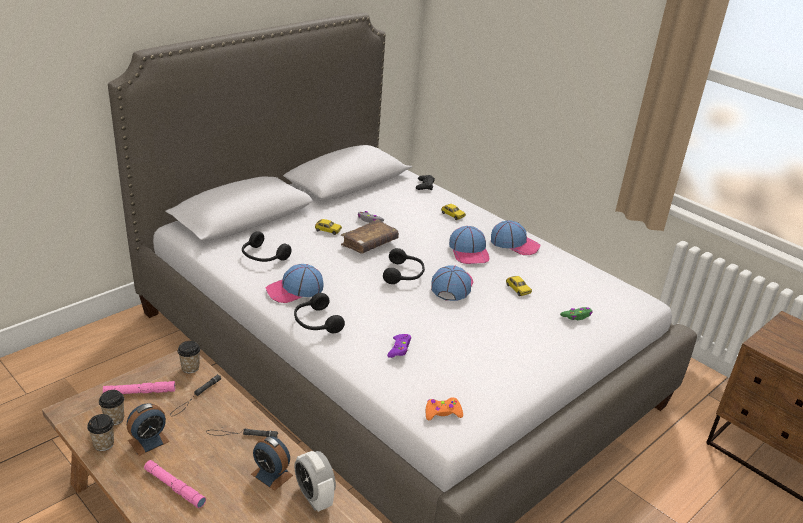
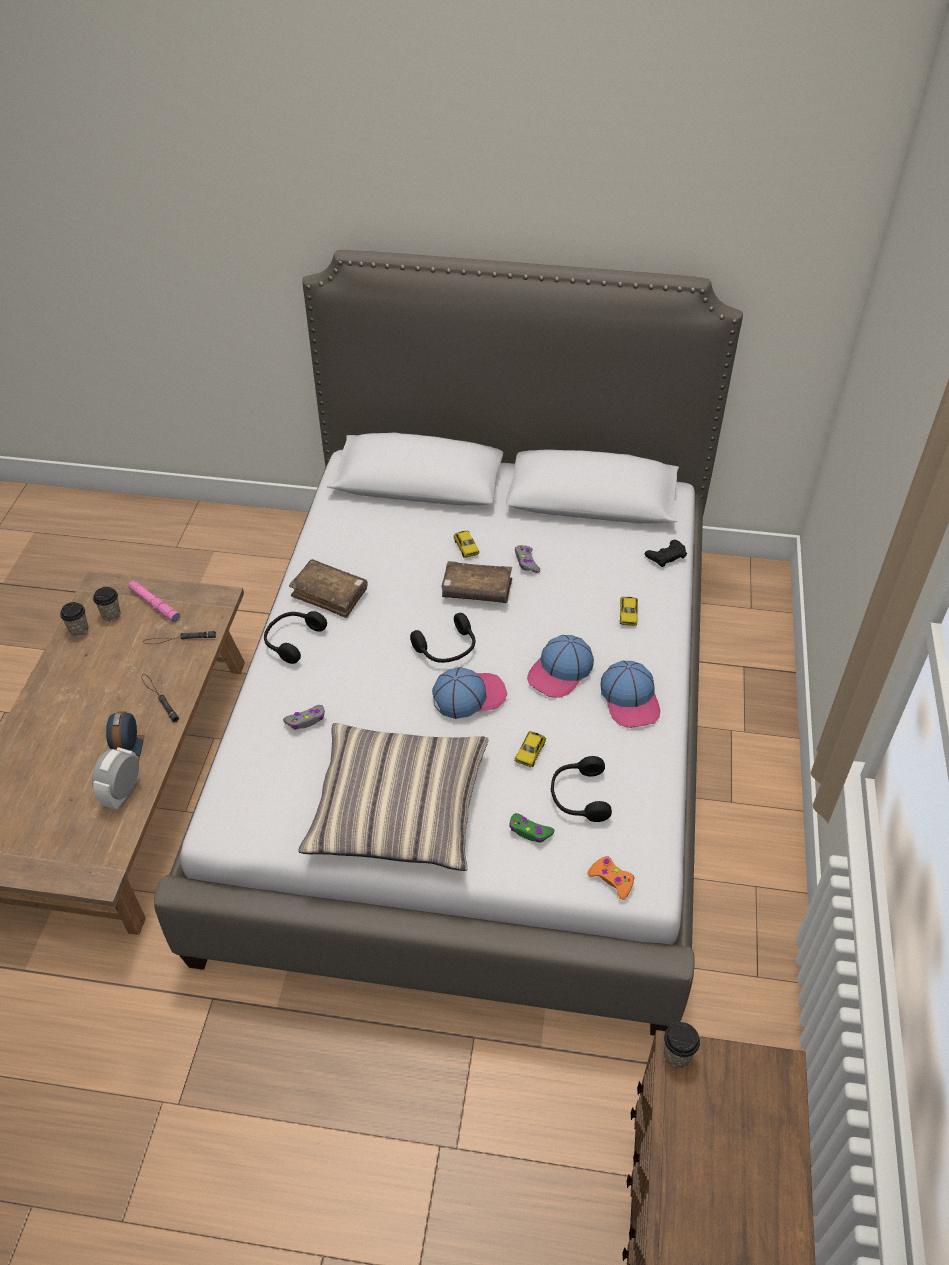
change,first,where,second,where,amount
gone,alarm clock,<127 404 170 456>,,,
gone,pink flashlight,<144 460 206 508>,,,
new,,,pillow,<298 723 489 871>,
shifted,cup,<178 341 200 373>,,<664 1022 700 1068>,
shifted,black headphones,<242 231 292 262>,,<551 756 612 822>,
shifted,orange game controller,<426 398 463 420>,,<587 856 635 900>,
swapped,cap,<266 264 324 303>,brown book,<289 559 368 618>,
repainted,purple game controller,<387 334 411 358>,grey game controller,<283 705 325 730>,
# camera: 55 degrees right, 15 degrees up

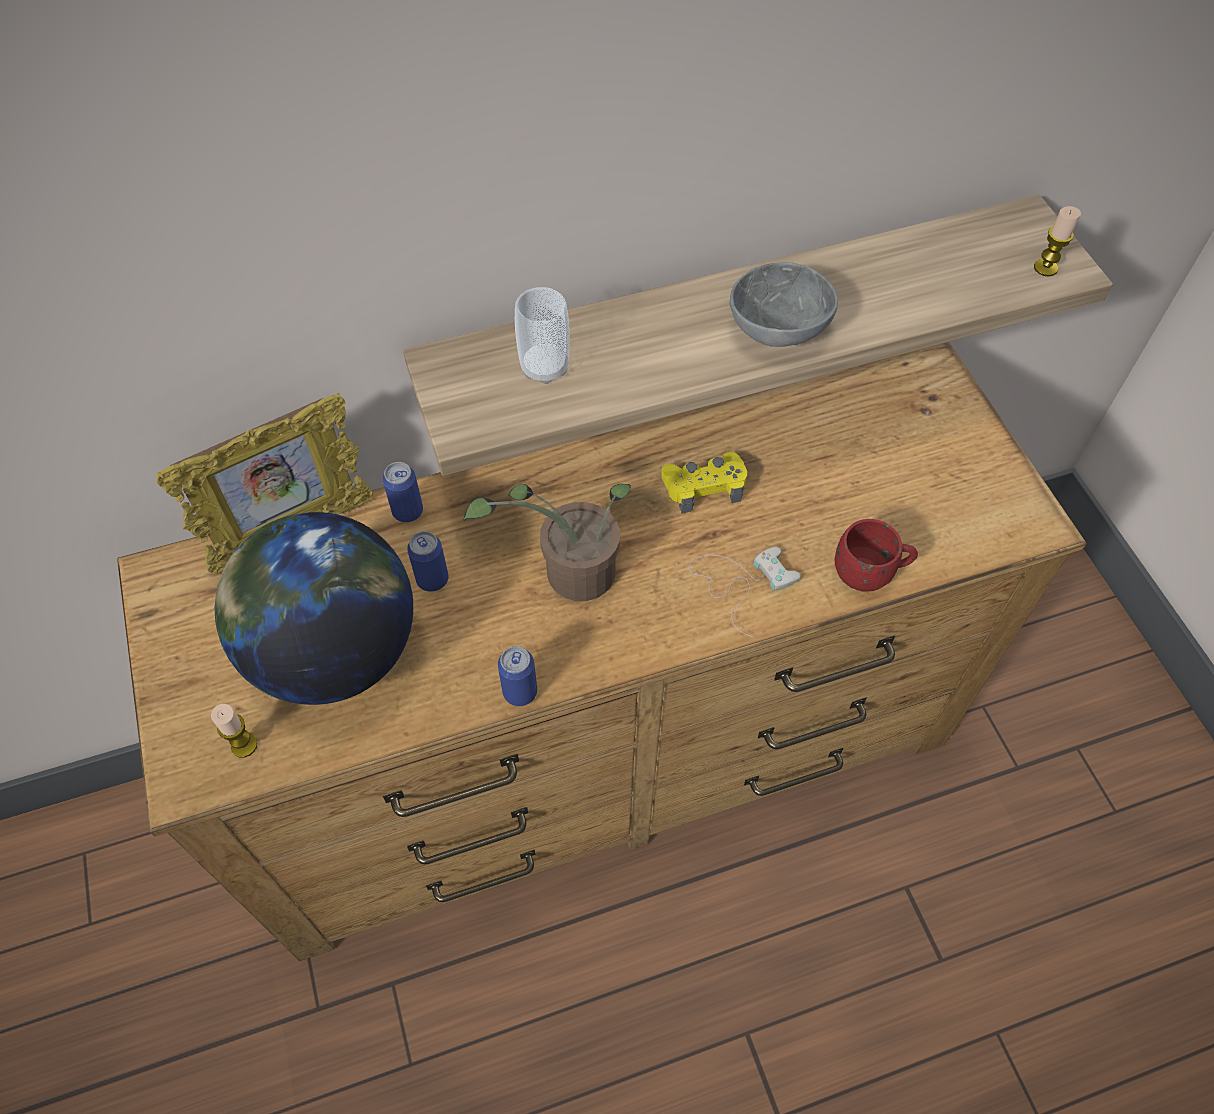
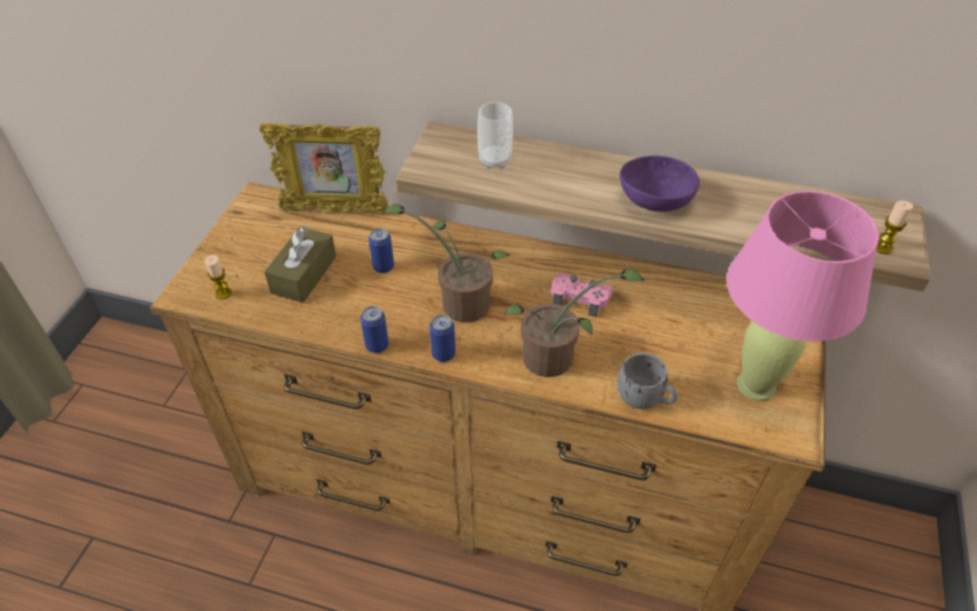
change,first,where,second,where,amount
new,,,pink table lamp,<727 191 879 401>,
shifted,can,<382 462 423 522>,,<430 314 456 362>,
swapped,globe,<215 512 413 705>,brown tissue box,<264 226 336 303>,
swapped,white game controller,<689 547 801 637>,potted plant,<504 269 645 377>,
repainted,yellow game controller,<661 452 747 513>,pink game controller,<551 273 613 317>,
repainted,grey bowl,<730 262 838 347>,purple bowl,<620 155 700 212>,
repainted,red mug,<835 519 918 592>,grey mug,<617 353 678 409>,
# camera: 35 degrees right, 10 degrees down

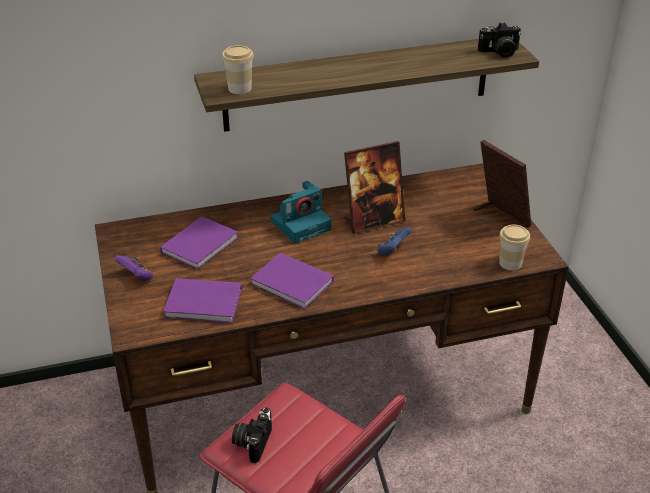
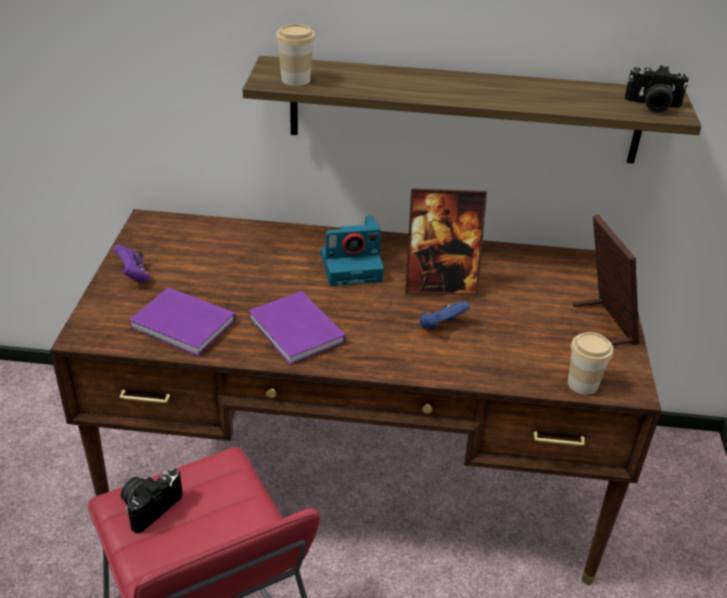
change,first,where,second,where,amount
gone,purple book,<160 216 238 270>,,,
# camera: 20 degrees right, 0 degrees up

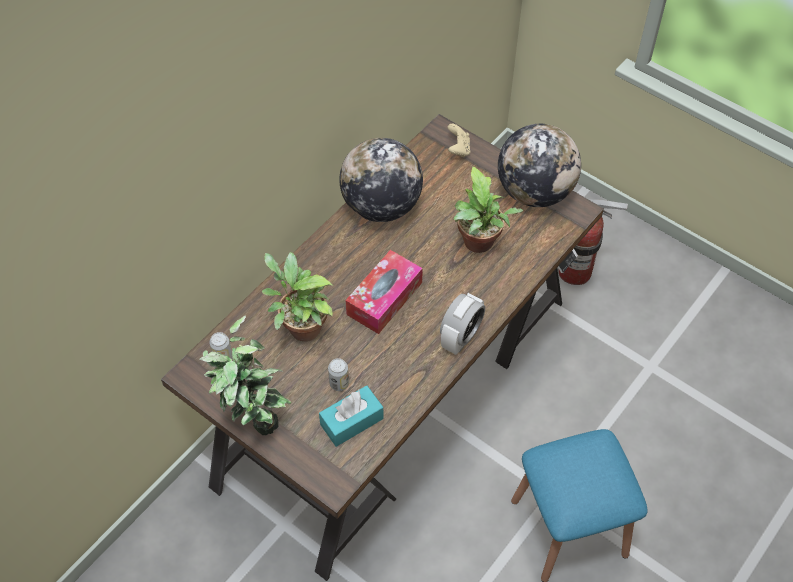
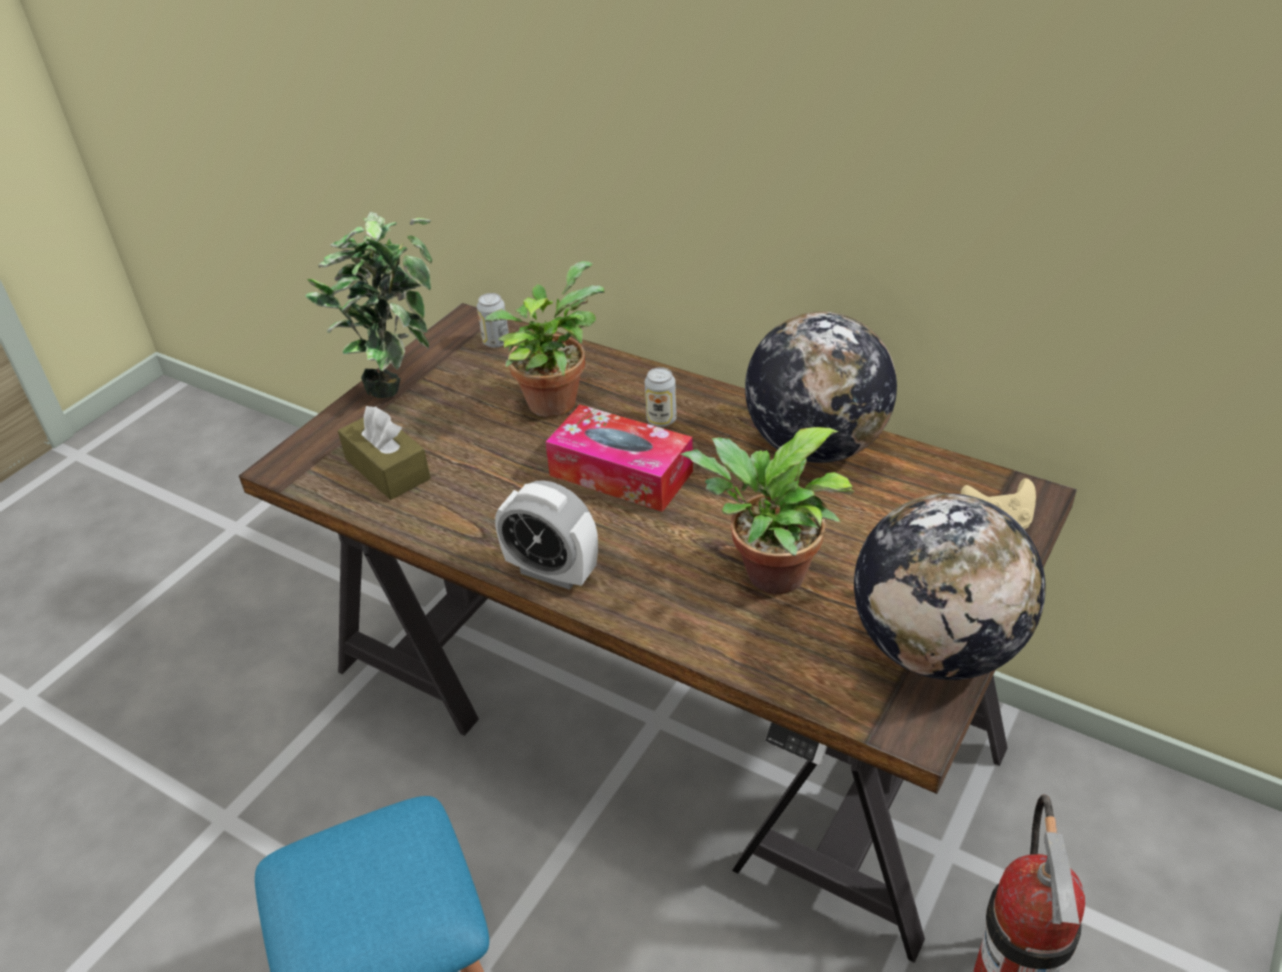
change,first,where,second,where,amount
shifted,can,<328 358 349 391>,,<645 367 677 427>,
repainted,turquoise tissue box,<319 385 384 447>,brown tissue box,<338 406 431 500>,
# camera: 85 degrees right, 15 degrees down

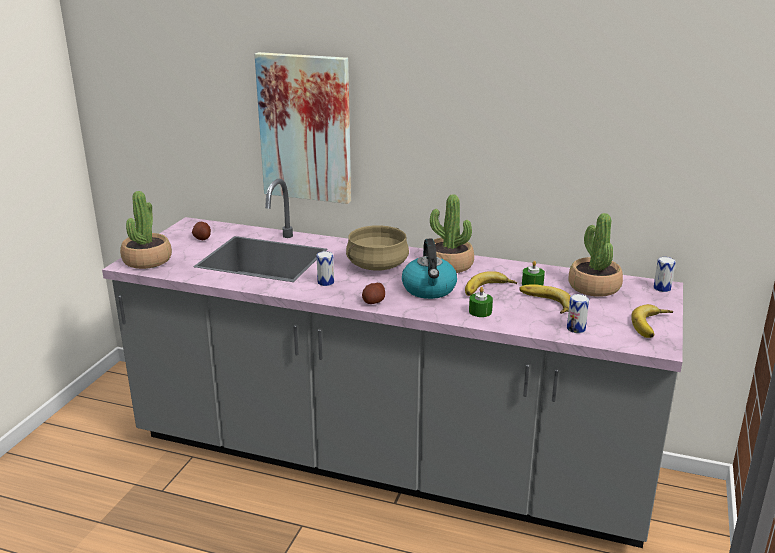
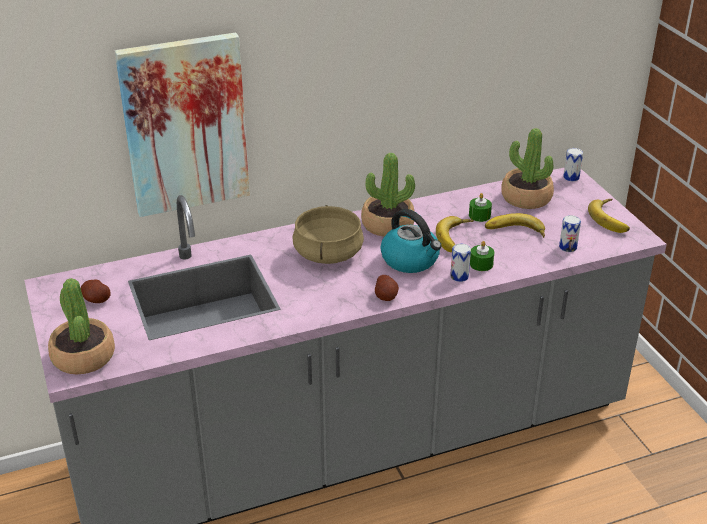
change,first,where,second,where,amount
shifted,can,<317 251 334 286>,,<450 243 471 282>,
# camera: 40 degrees left, 10 degrees up

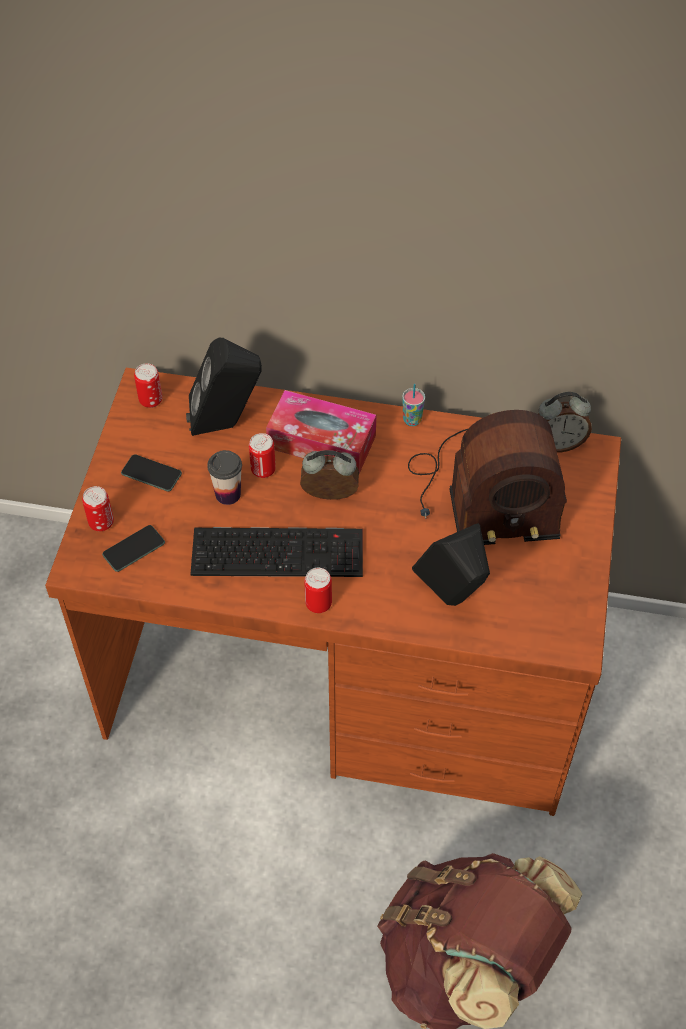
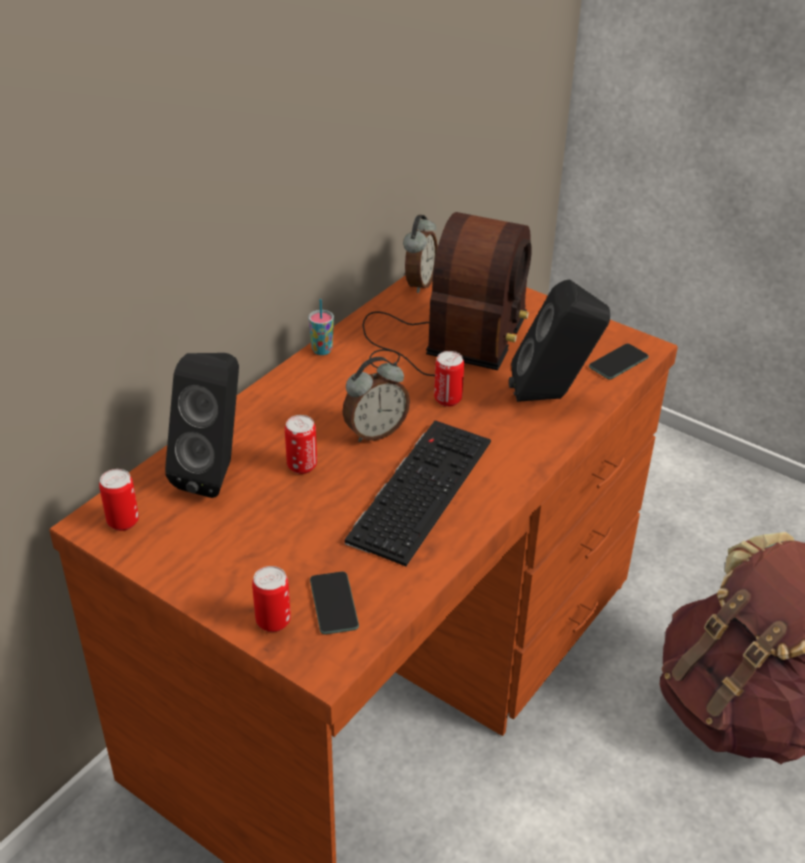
change,first,where,second,where,amount
gone,cup,<207 450 242 505>,,,
gone,tissue box,<266 390 376 474>,,,
shifted,phone,<121 454 182 492>,,<589 344 649 379>,
shifted,can,<304 568 332 613>,,<434 351 464 407>,
rotated,alarm clock,<300 450 359 500>,,<342 357 410 442>,150 degrees counterclockwise
# camera: 65 degrees left, 15 degrees down

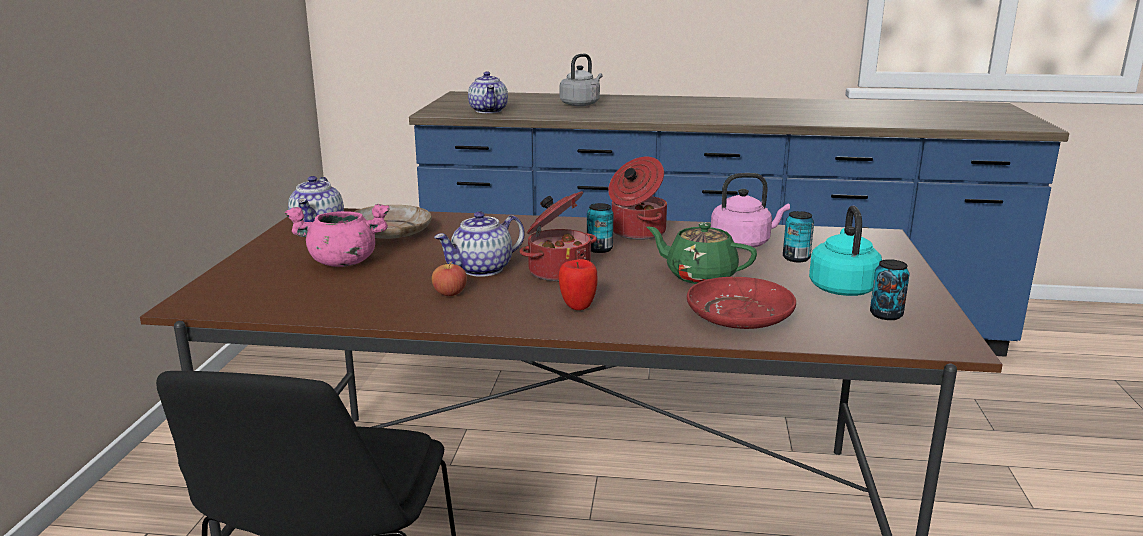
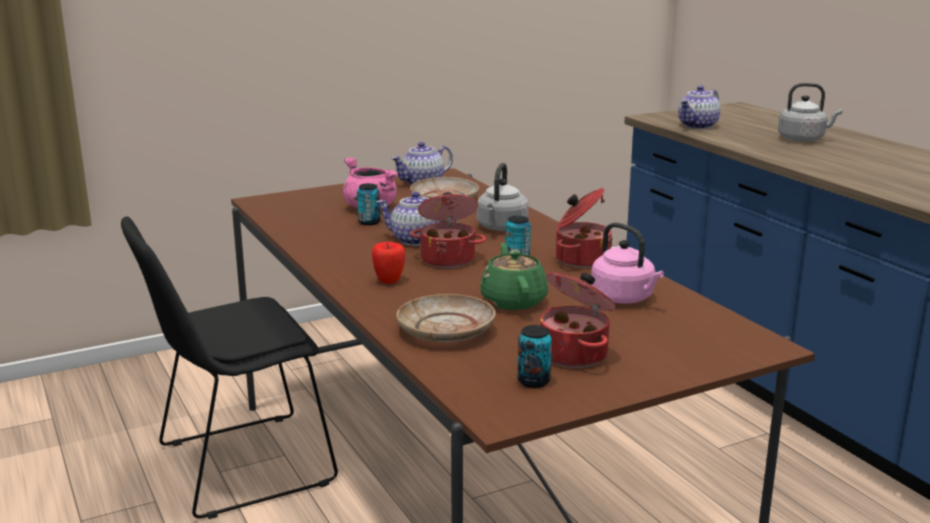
change,first,where,second,where,amount
gone,apple,<432 261 467 296>,,,
new,,,grey kettle,<477 163 529 231>,
shifted,can,<783 211 814 262>,,<357 183 380 225>,
swapped,turquoise kettle,<809 206 882 296>,cooking pot,<540 272 616 368>,
repainted,red plate,<687 277 796 329>,beige plate,<396 294 496 342>,
# camera: 55 degrees right, 0 degrees up

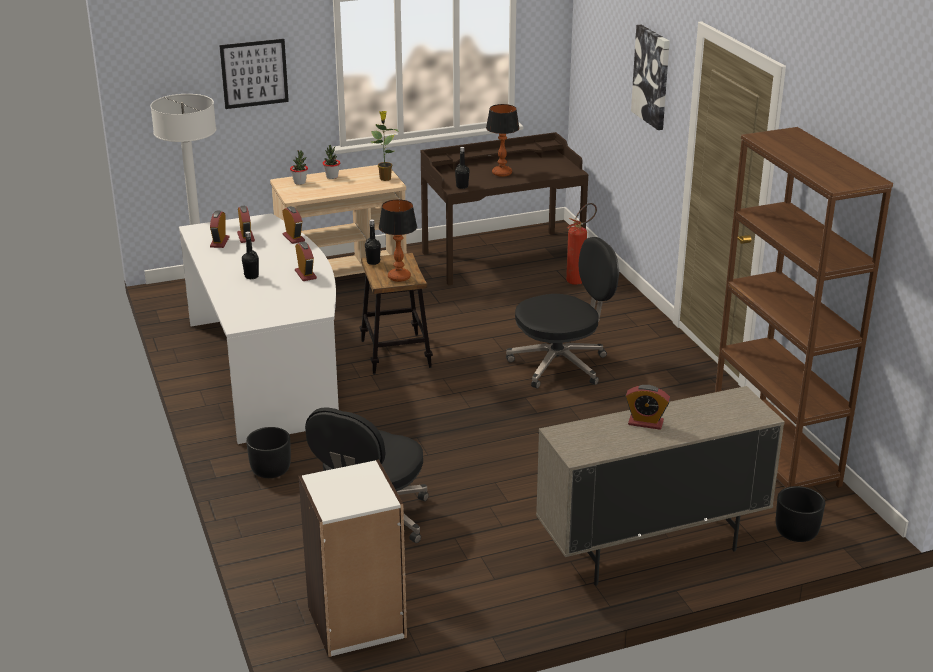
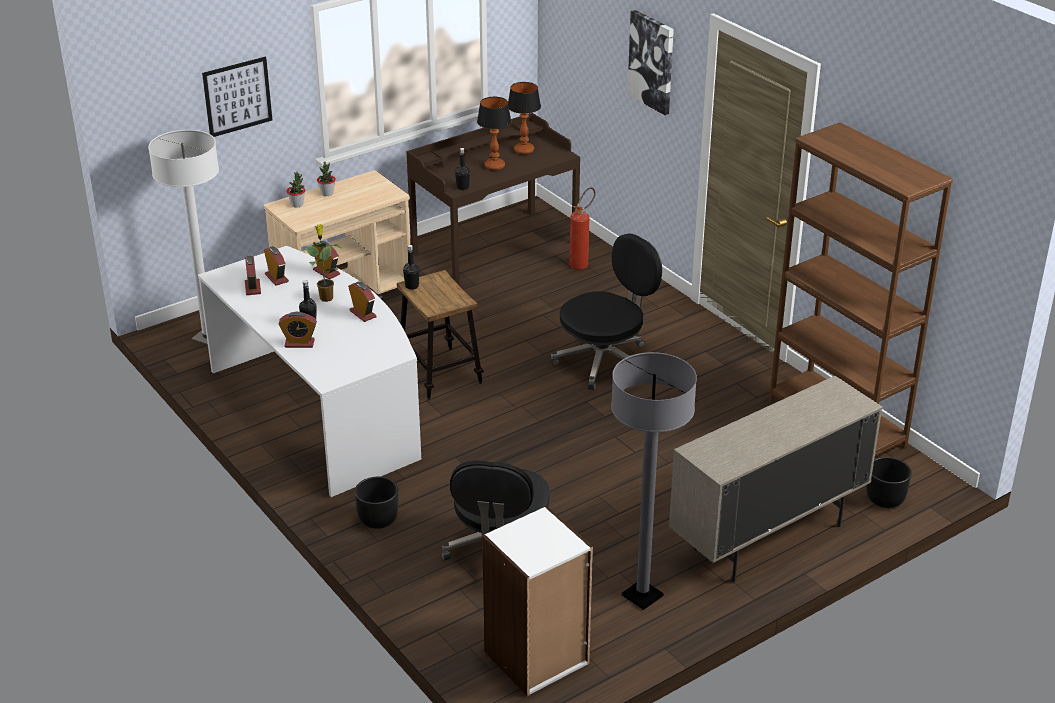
change,first,where,second,where,amount
new,,,grey floor lamp,<611 352 697 610>,
shifted,potted plant,<371 111 398 181>,,<305 224 341 302>,
shifted,table lamp,<379 199 417 282>,,<508 82 541 155>,
shifted,alarm clock,<625 385 670 430>,,<279 312 317 348>,
# camera: 15 degrees left, 5 degrees up

